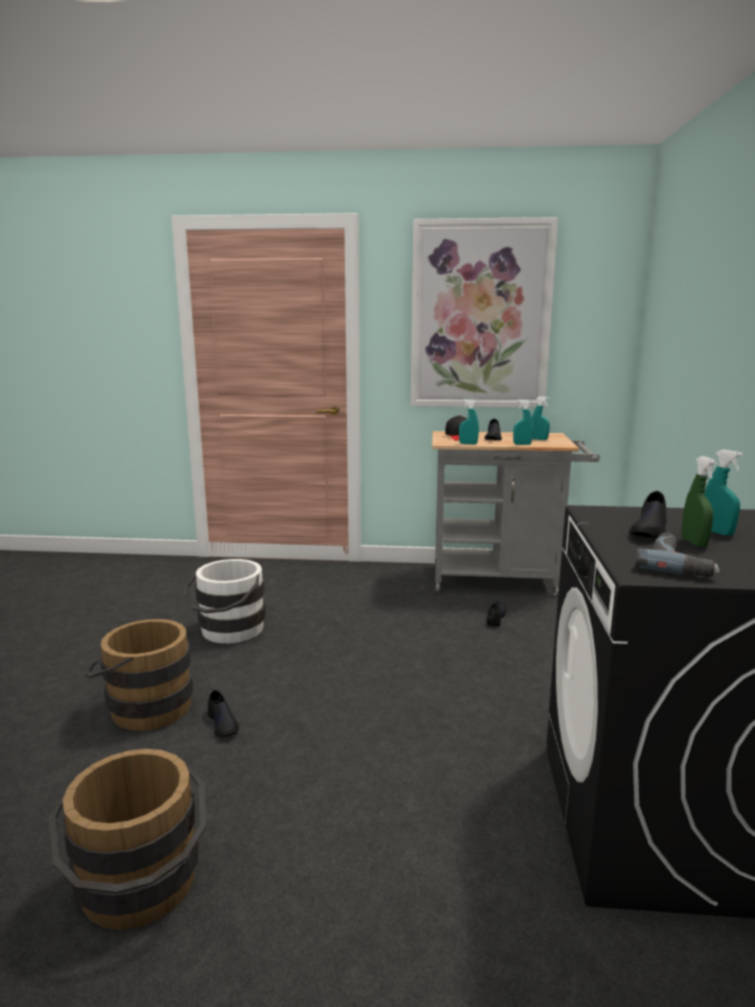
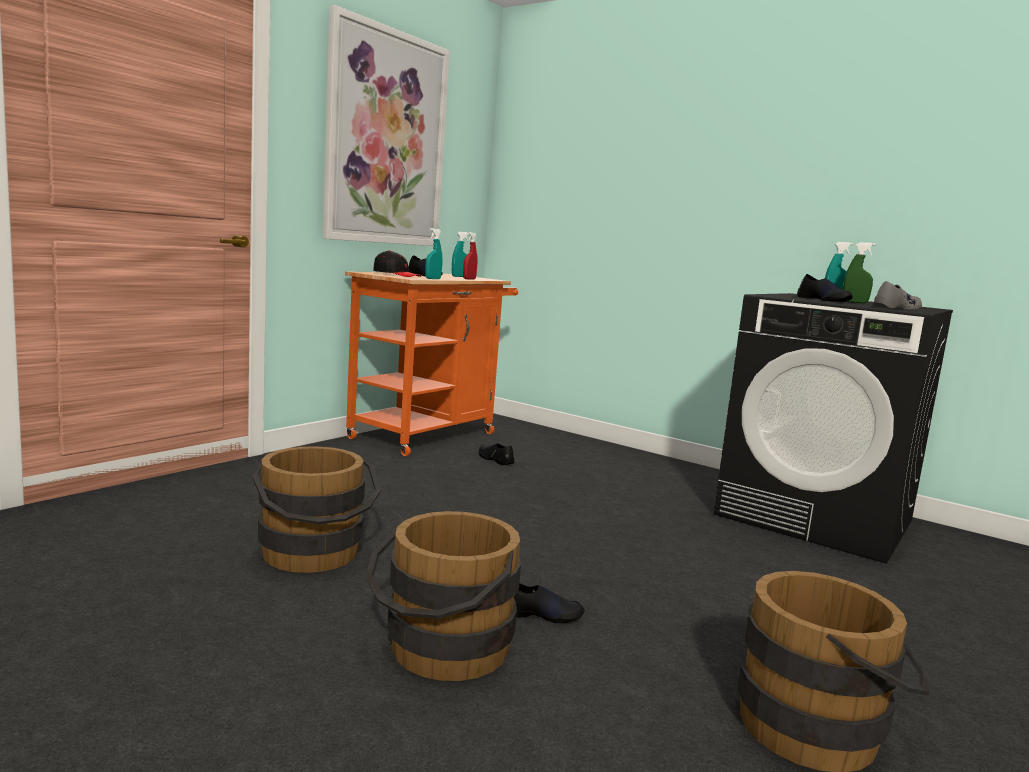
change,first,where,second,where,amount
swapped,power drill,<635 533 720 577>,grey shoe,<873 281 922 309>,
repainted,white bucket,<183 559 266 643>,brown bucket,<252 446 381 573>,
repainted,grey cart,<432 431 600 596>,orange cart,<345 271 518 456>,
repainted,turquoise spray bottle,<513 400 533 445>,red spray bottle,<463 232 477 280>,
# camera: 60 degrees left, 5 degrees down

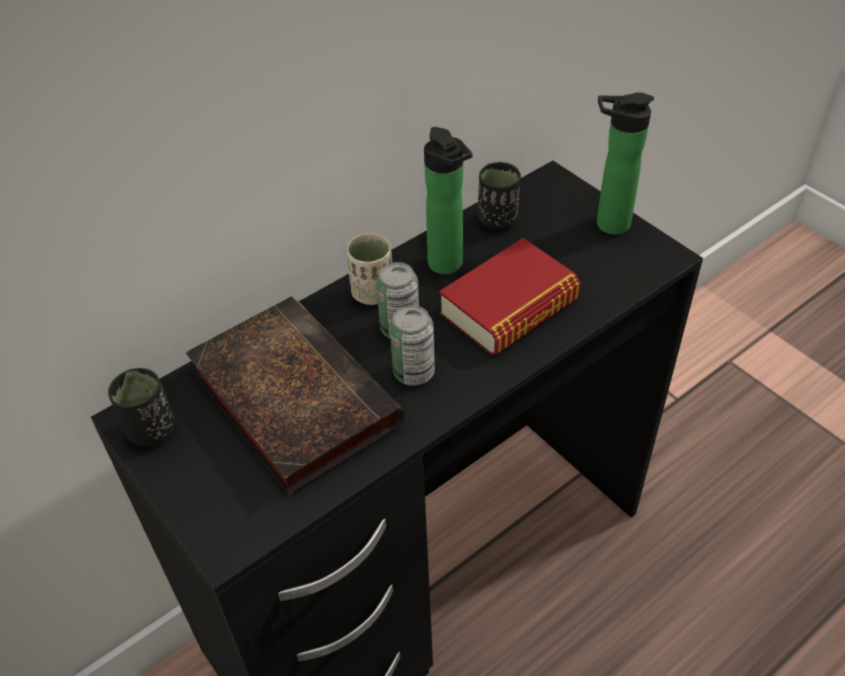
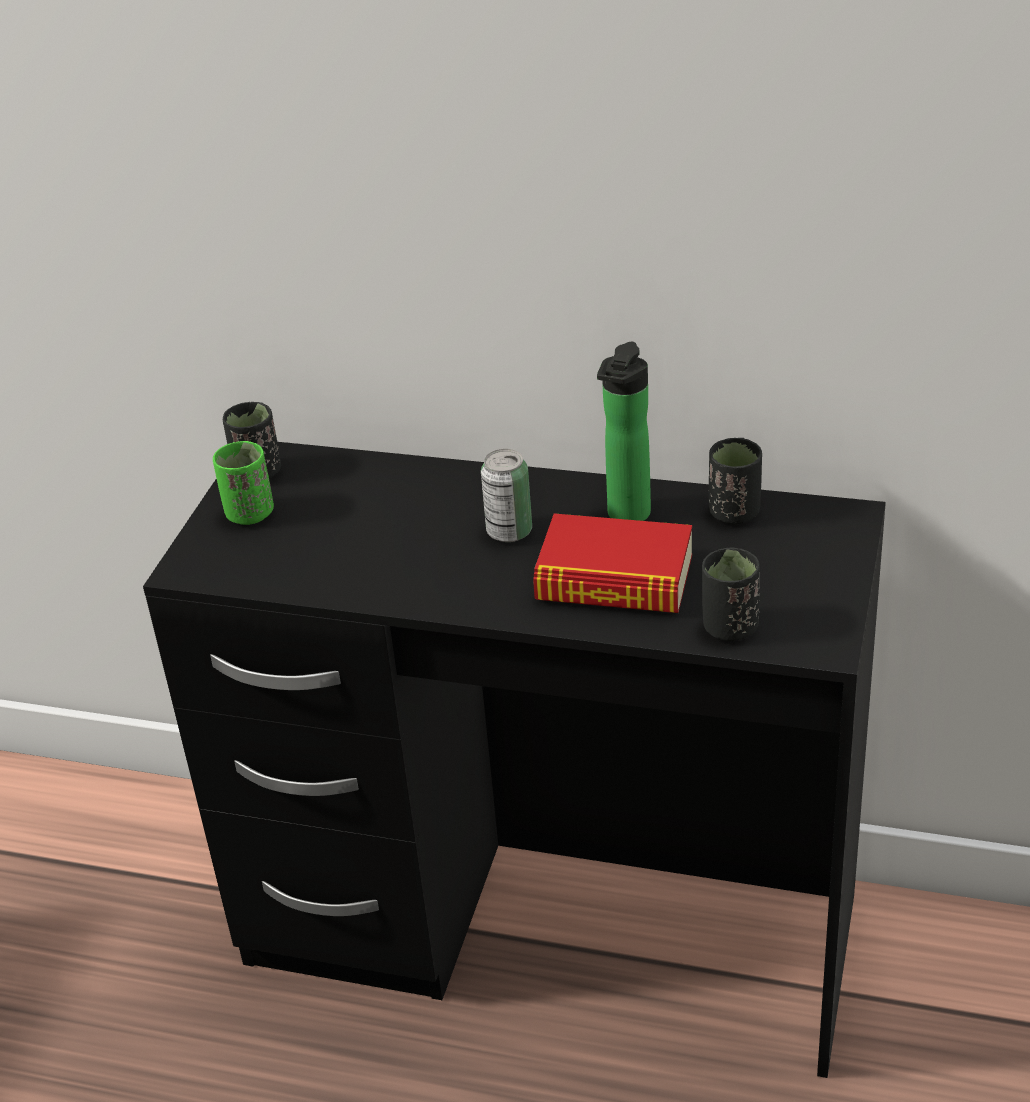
change,first,where,second,where,amount
gone,book,<185 296 404 496>,,,
gone,beige cup,<347 233 392 305>,,,
gone,can,<390 305 435 386>,,,
gone,bottle,<597 92 654 235>,,,
new,,,green cup,<213 441 274 525>,
new,,,black cup,<702 547 760 641>,
# camera: 55 degrees right, 10 degrees down

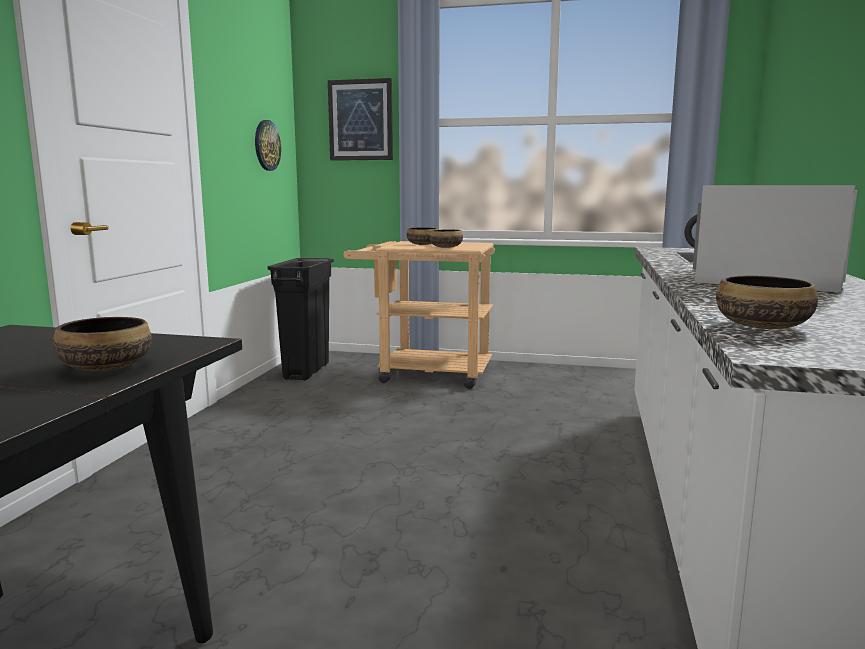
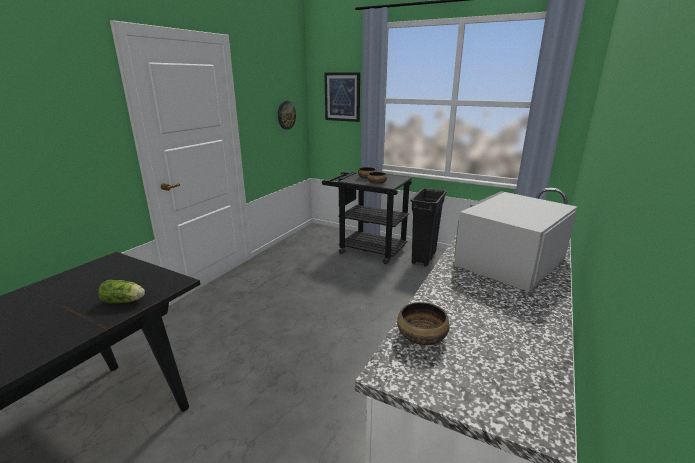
change,first,where,second,where,amount
shifted,black trash can,<268 258 334 380>,,<411 188 447 267>,
swapped,bowl,<53 317 152 371>,lettuce,<98 280 145 303>,
repainted,beige cart,<343 241 495 389>,black cart,<322 172 412 264>,
# camera: 15 degrees right, 10 degrees up

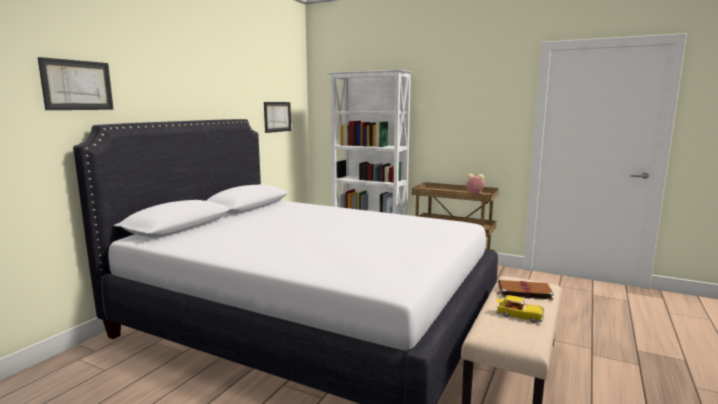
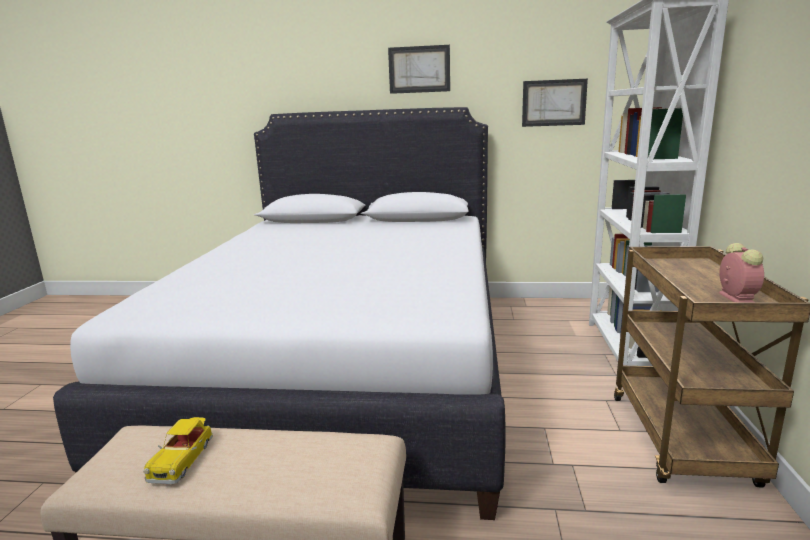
change,first,where,second,where,amount
gone,brown book,<496 280 554 300>,,,
shifted,picture,<38 57 114 110>,,<388 45 450 94>,
# camera: 70 degrees right, 5 degrees up

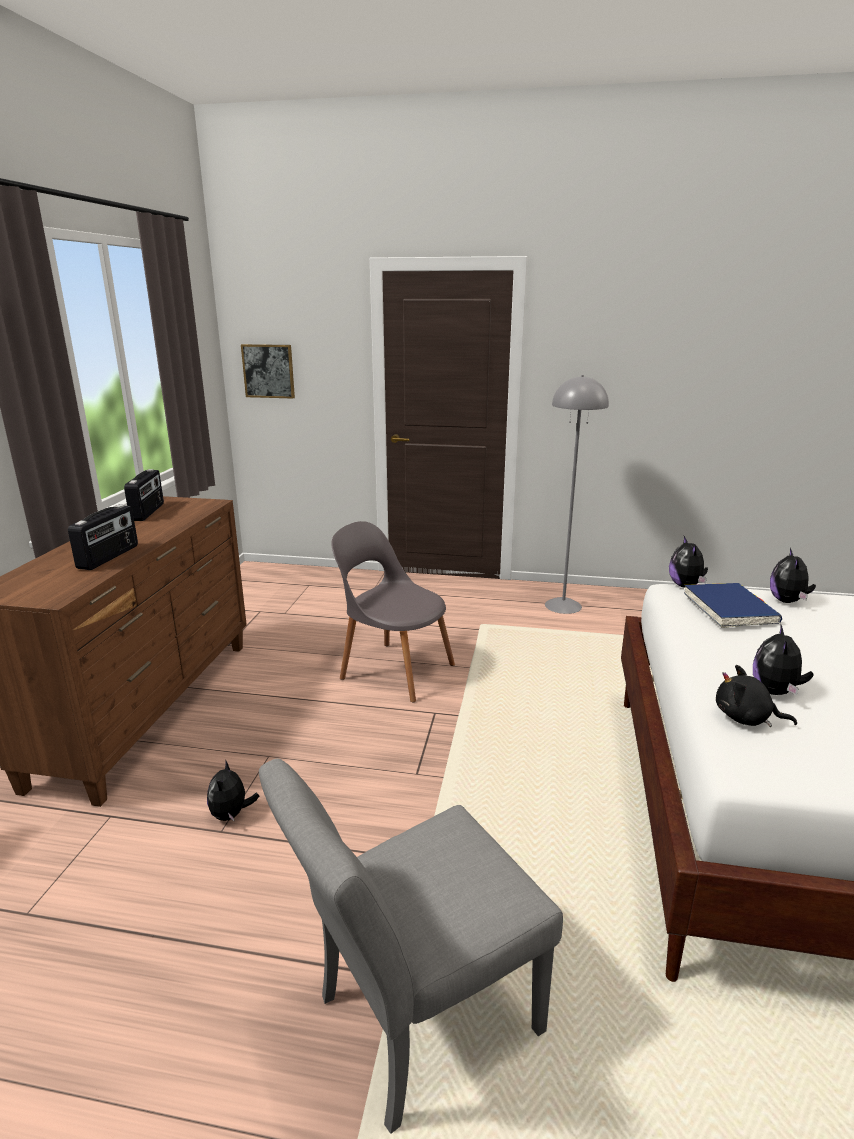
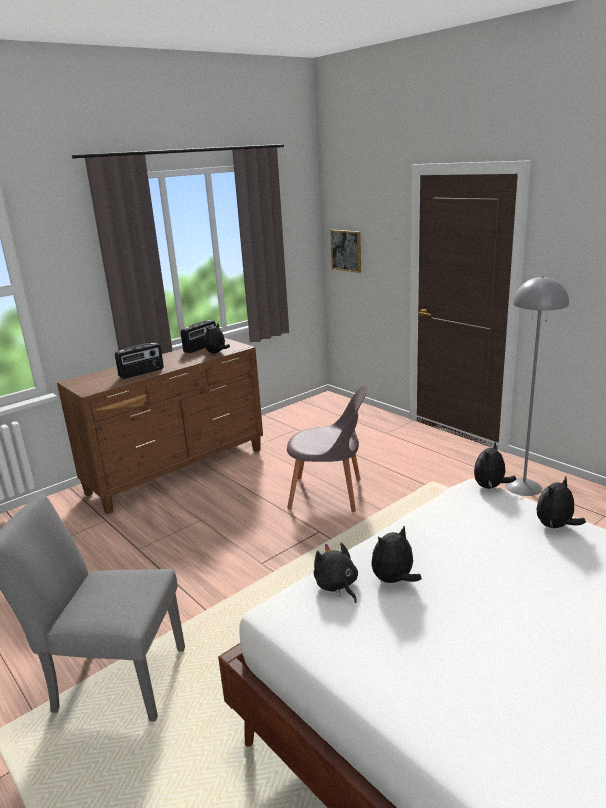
change,first,where,second,where,amount
gone,blue book,<684 583 782 628>,,,
shifted,plush toy,<207 759 259 822>,,<204 324 230 353>,
rotated,grey chair,<331 521 455 702>,,<287 385 367 512>,120 degrees clockwise
# camera: 40 degrees right, 0 degrees up

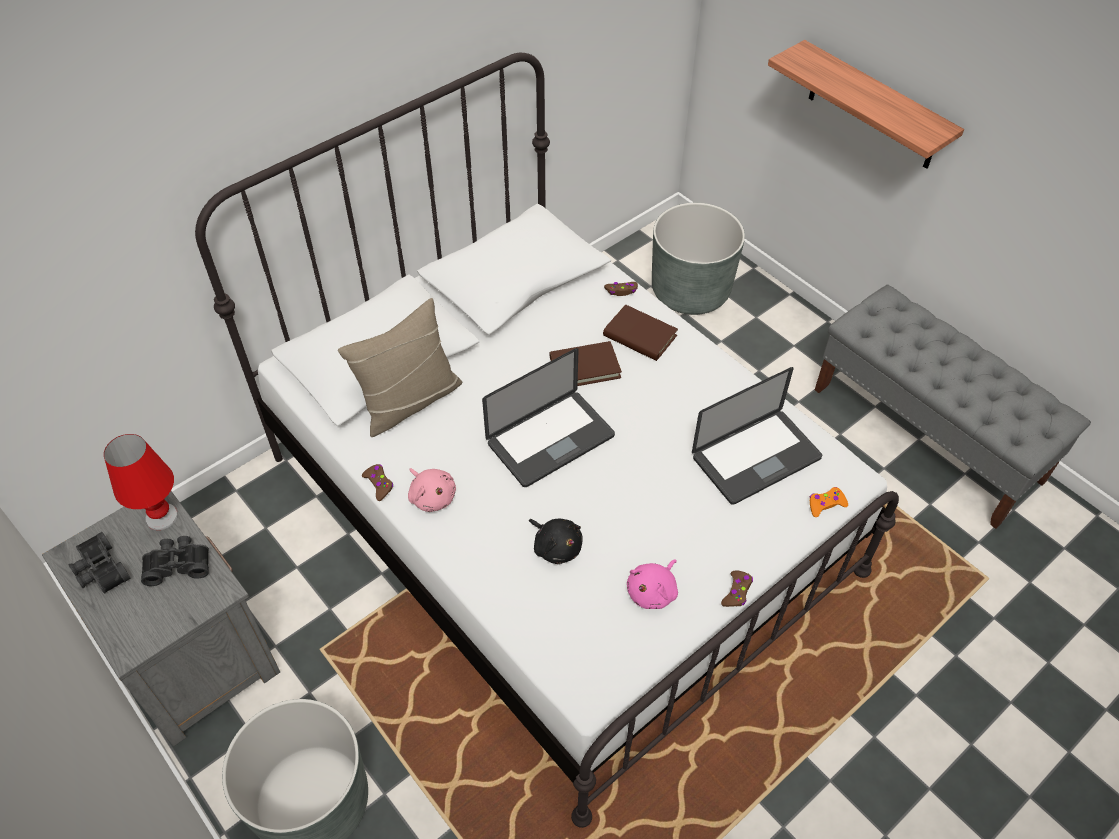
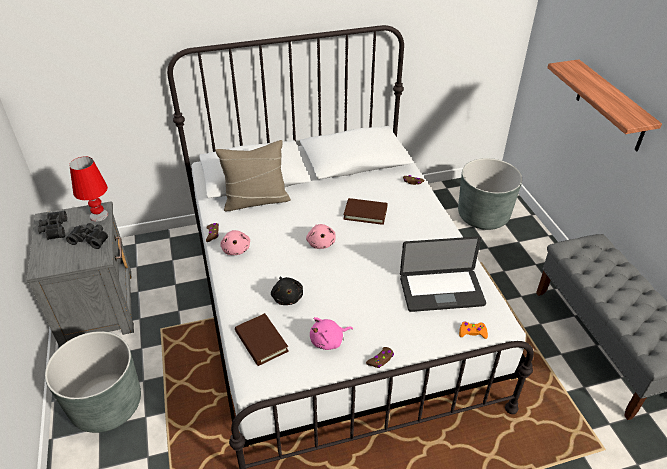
change,first,where,second,where,amount
shifted,brown book,<603 304 678 361>,,<235 313 289 366>,
swapped,laptop,<482 348 615 487>,pink plush toy,<306 224 336 249>,
# camera: 25 degrees right, 10 degrees down

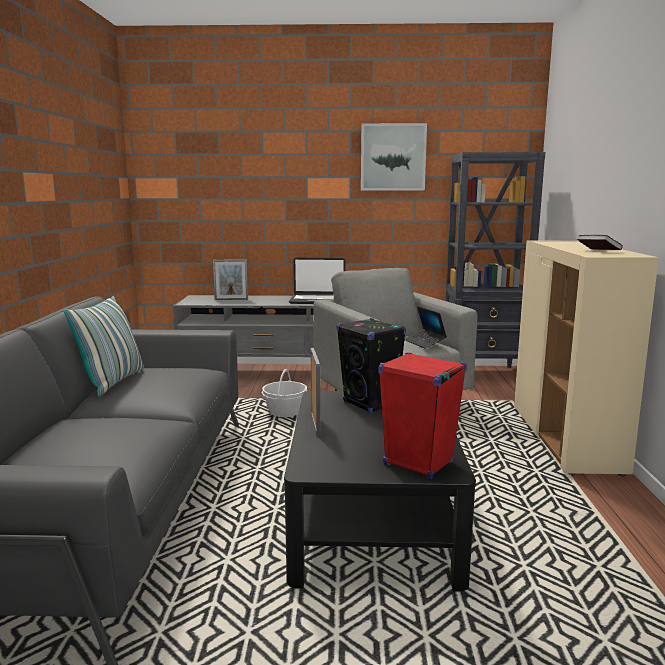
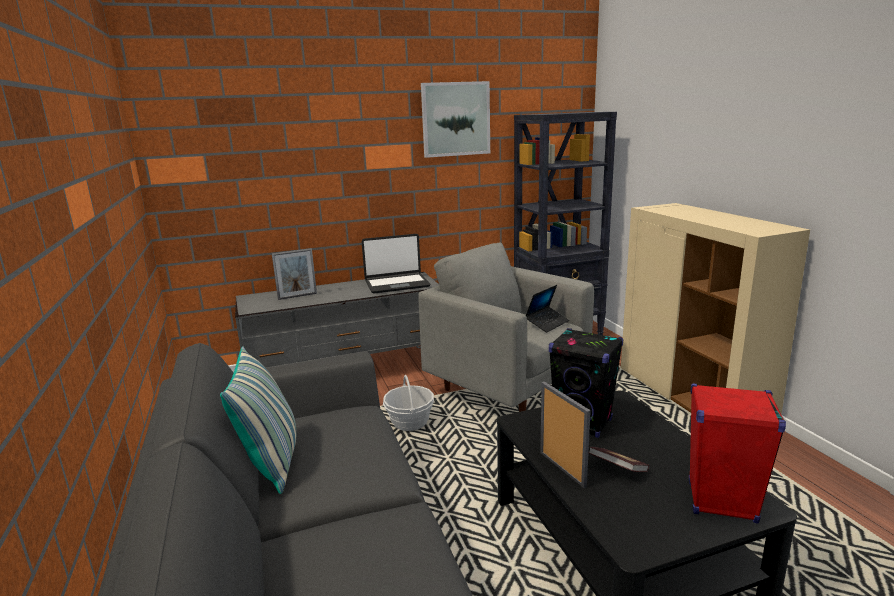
change,first,where,second,where,amount
shifted,book,<577 235 623 250>,,<589 447 649 472>,
rotated,laptop,<404 306 447 349>,,<526 285 569 333>,90 degrees counterclockwise
# camera: 20 degrees left, 5 degrees up

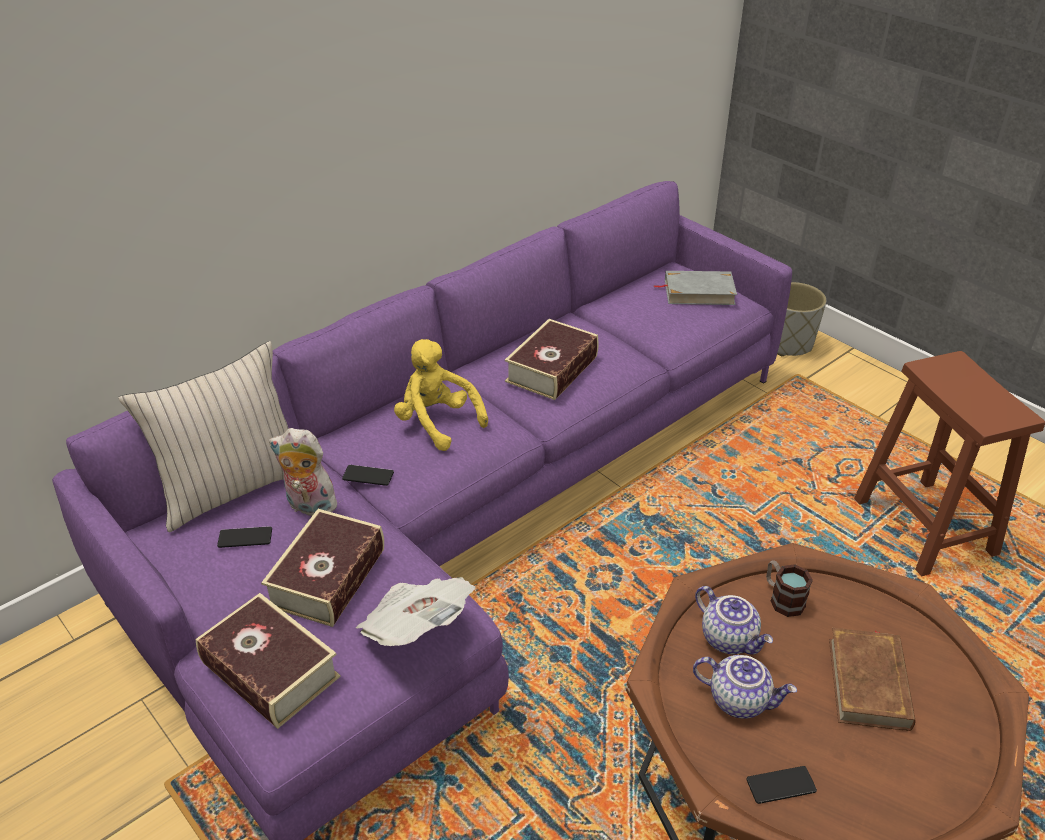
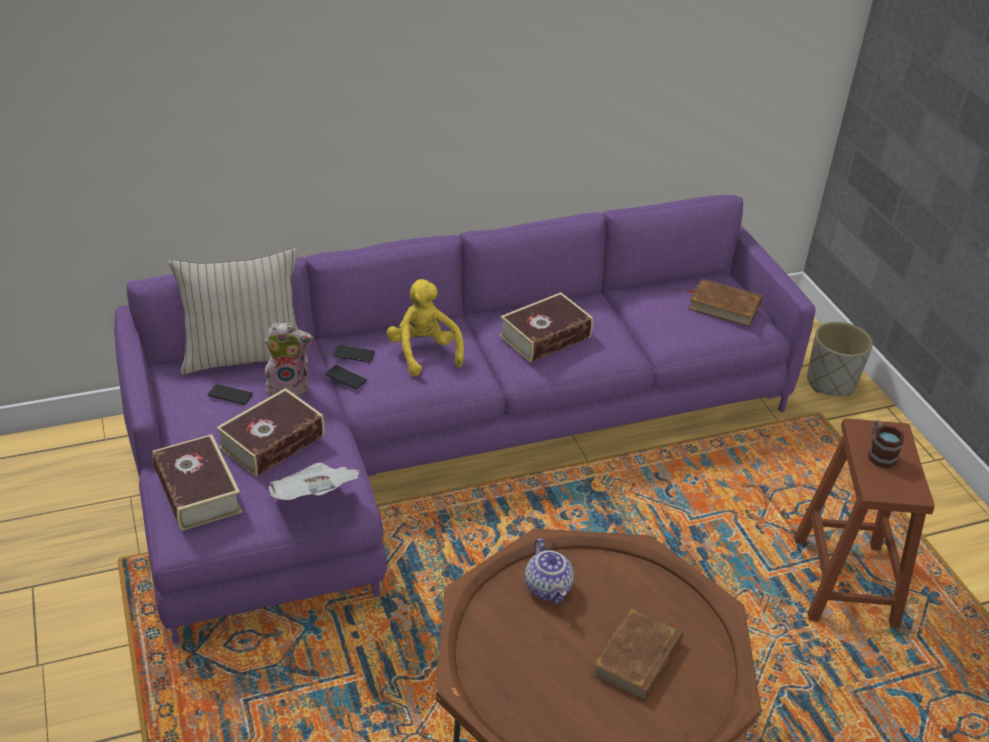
change,first,where,second,where,amount
gone,teapot,<693 655 797 719>,,,
shifted,phone,<746 766 817 804>,,<333 345 375 362>,
shifted,mug,<766 560 813 617>,,<868 420 904 468>,
repainted,grey book,<654 271 737 305>,brown book,<685 279 762 327>,
rotated,plush toy,<269 428 340 516>,,<265 323 313 397>,135 degrees clockwise
# camera: 20 degrees right, 0 degrees up

